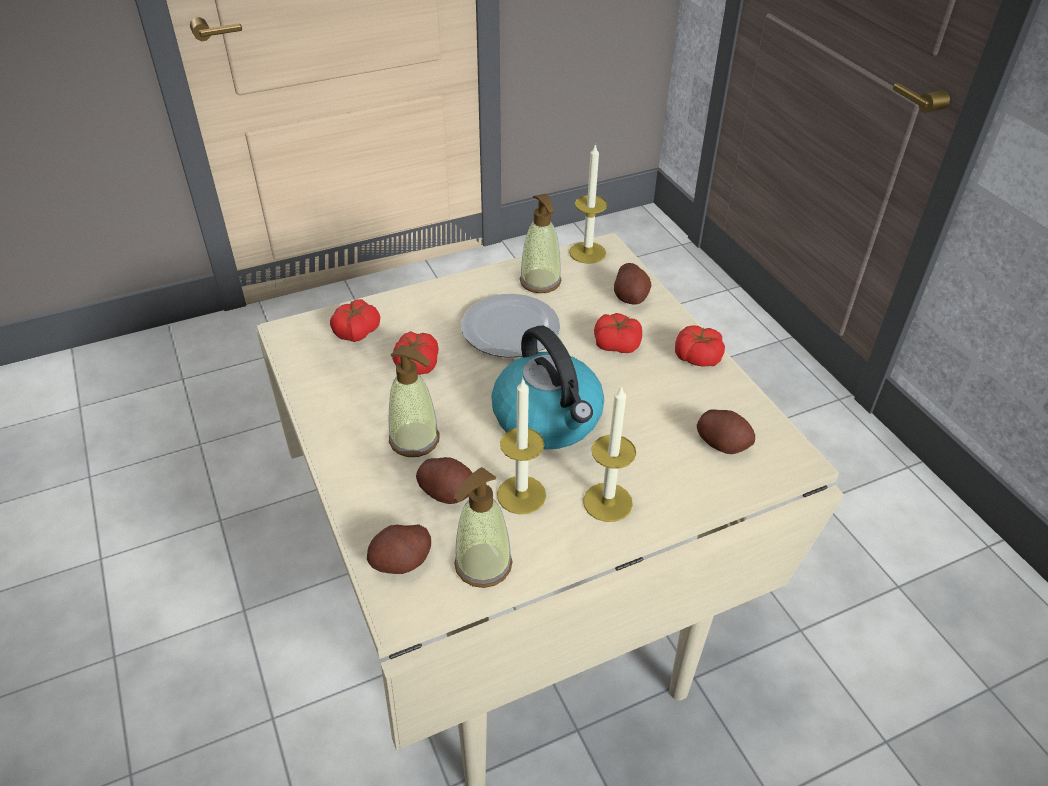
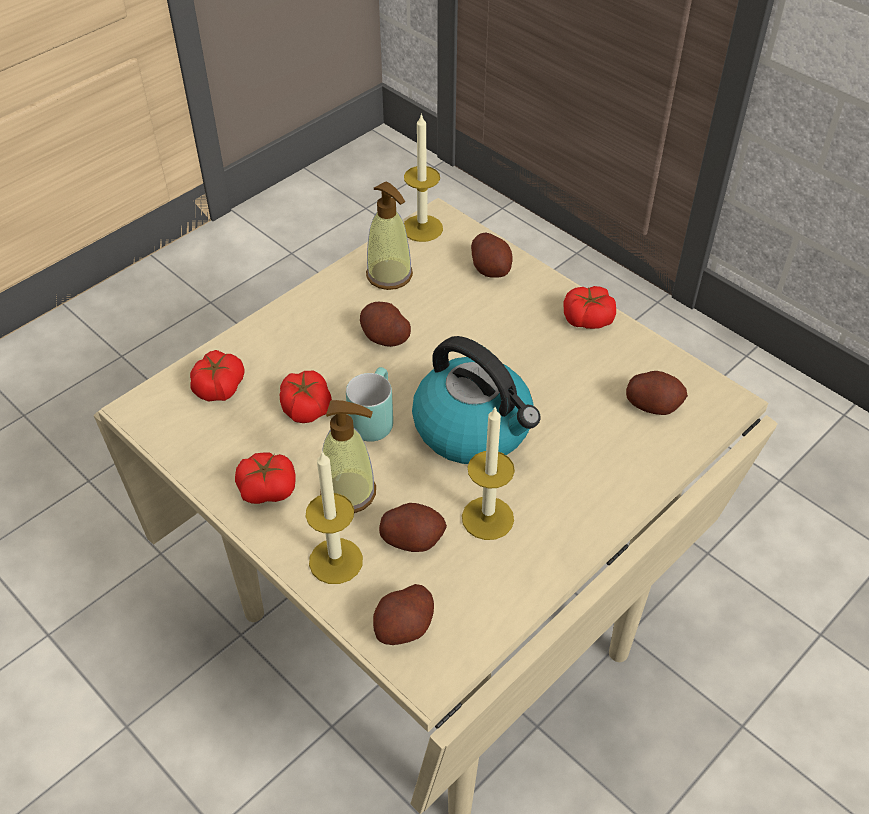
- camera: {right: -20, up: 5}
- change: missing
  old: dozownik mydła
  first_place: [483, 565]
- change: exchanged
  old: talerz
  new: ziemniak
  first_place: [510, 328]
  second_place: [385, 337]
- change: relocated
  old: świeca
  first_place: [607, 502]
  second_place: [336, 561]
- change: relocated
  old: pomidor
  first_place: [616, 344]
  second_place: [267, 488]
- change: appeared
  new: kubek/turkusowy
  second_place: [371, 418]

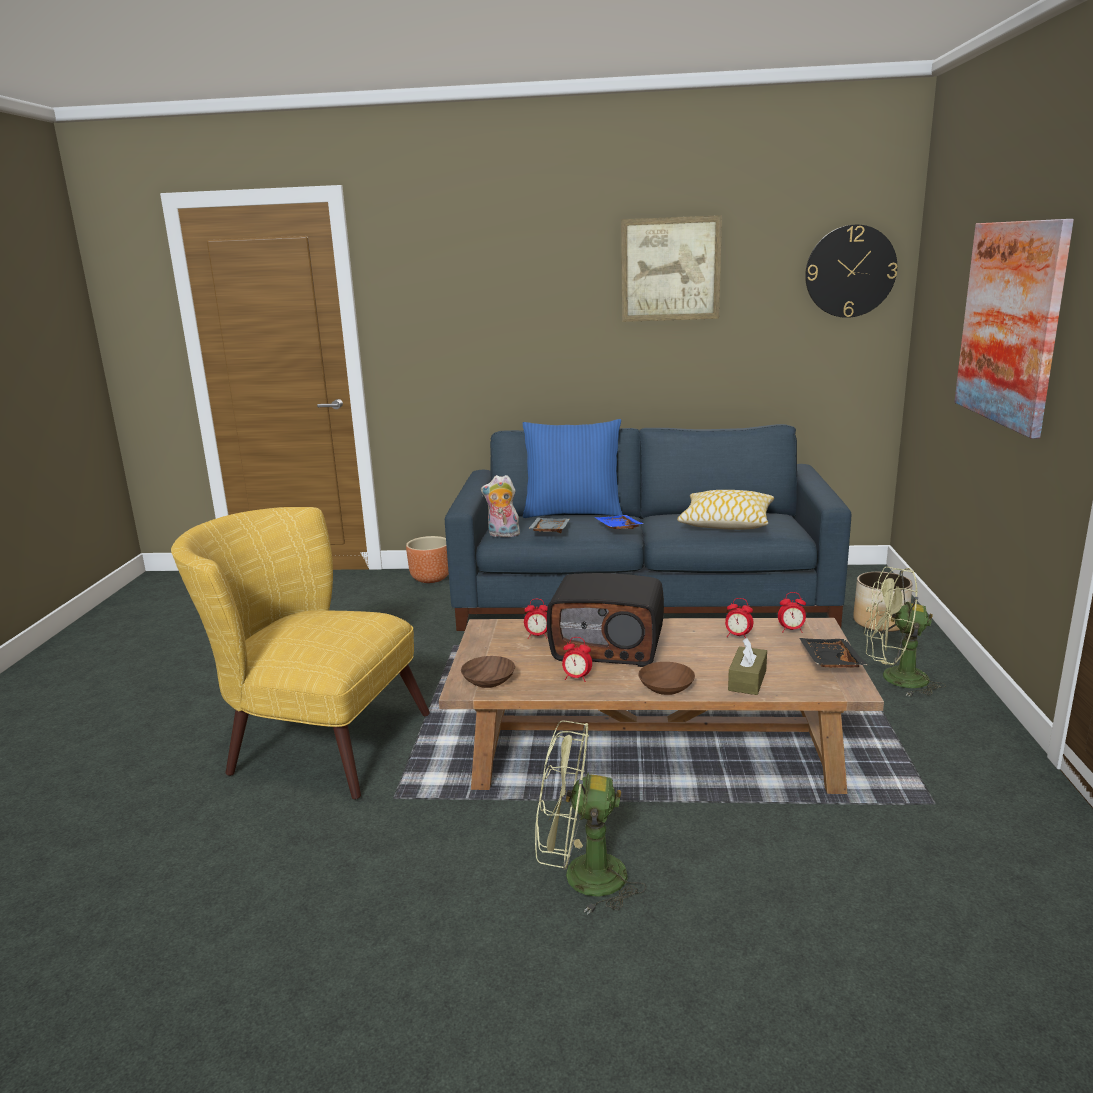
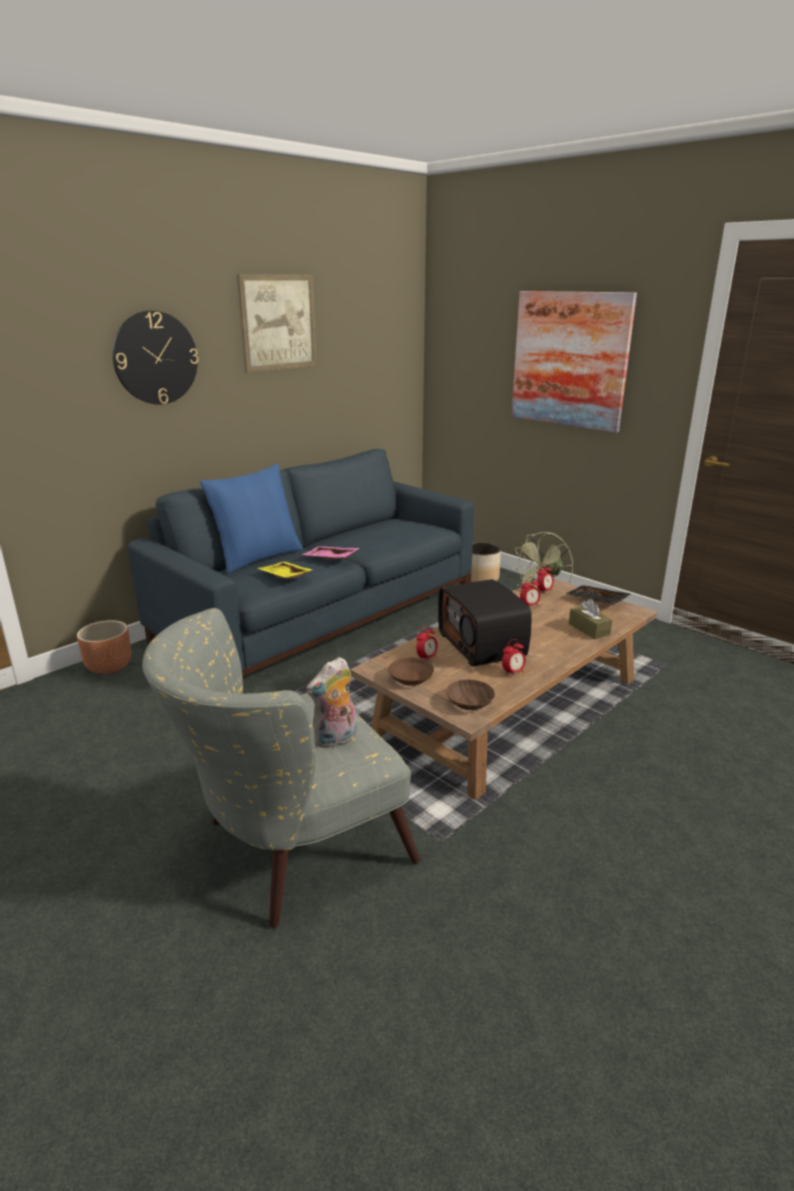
- camera: {right: -50, up: 5}
- change: colour
  old: fotel/żółty
  new: fotel/szary
  first_place: [313, 740]
  second_place: [289, 849]
- change: relocated
  old: pluszak
  first_place: [502, 535]
  second_place: [336, 740]
- change: colour
  old: taca/szary
  new: taca/żółty
  first_place: [548, 531]
  second_place: [284, 577]
- change: missing
  old: wentylator/zielony
  first_place: [581, 877]
- change: spun
  old: radio
  first_place: [608, 647]
  second_place: [483, 644]
  degrees: 105
- change: colour
  old: taca/niebieski
  new: taca/różowy
  first_place: [617, 529]
  second_place: [330, 559]
- change: relocated
  old: miska/brązowy
  first_place: [667, 687]
  second_place: [411, 678]
- change: missing
  old: poduszka
  first_place: [726, 522]
- change: relocated
  old: zegar ścienny
  first_place: [850, 271]
  second_place: [155, 358]

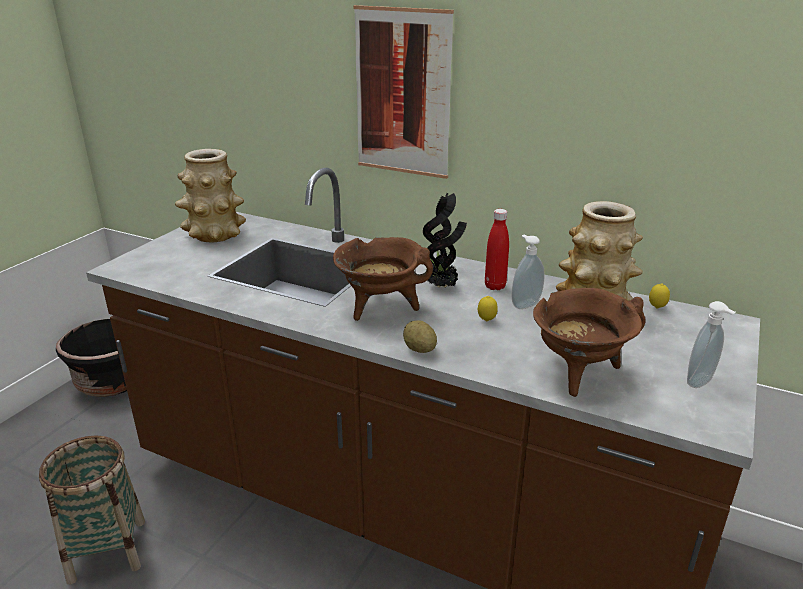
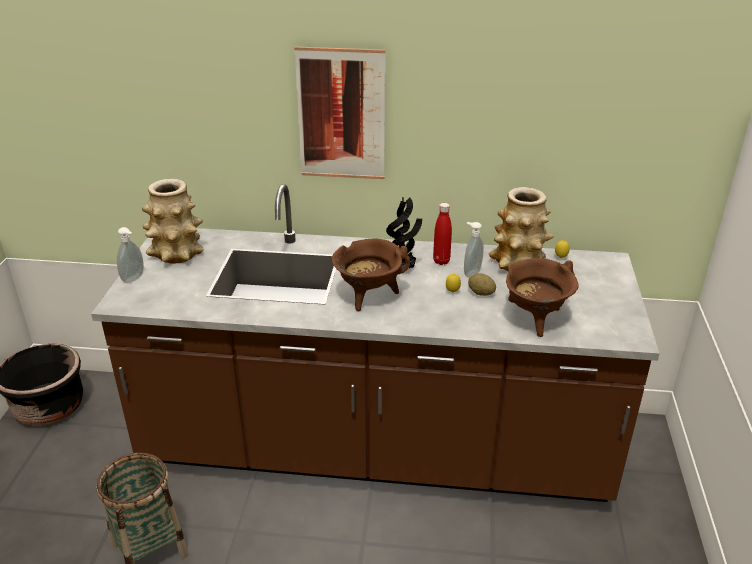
- camera: {right: -20, up: 5}
- change: relocated
  old: ziemniak
  first_place: [419, 349]
  second_place: [481, 293]
- change: relocated
  old: dozownik mydła
  first_place: [701, 382]
  second_place: [134, 279]

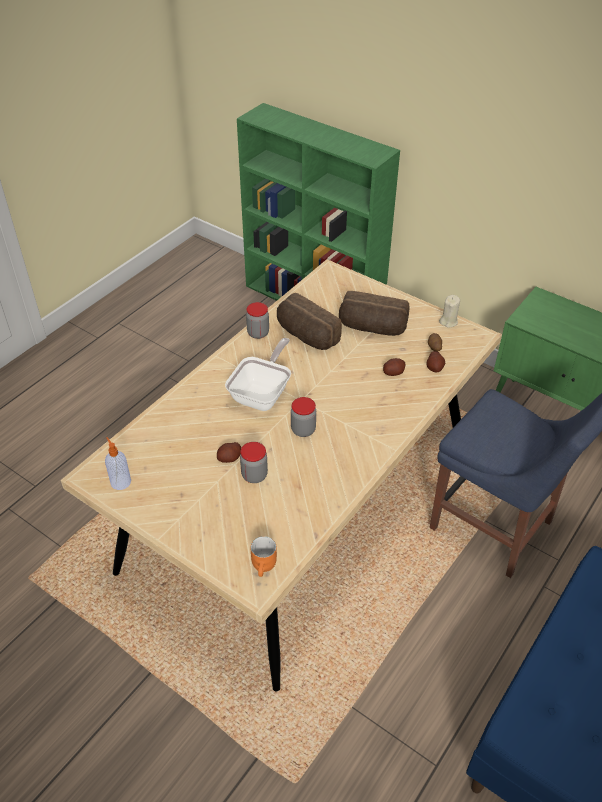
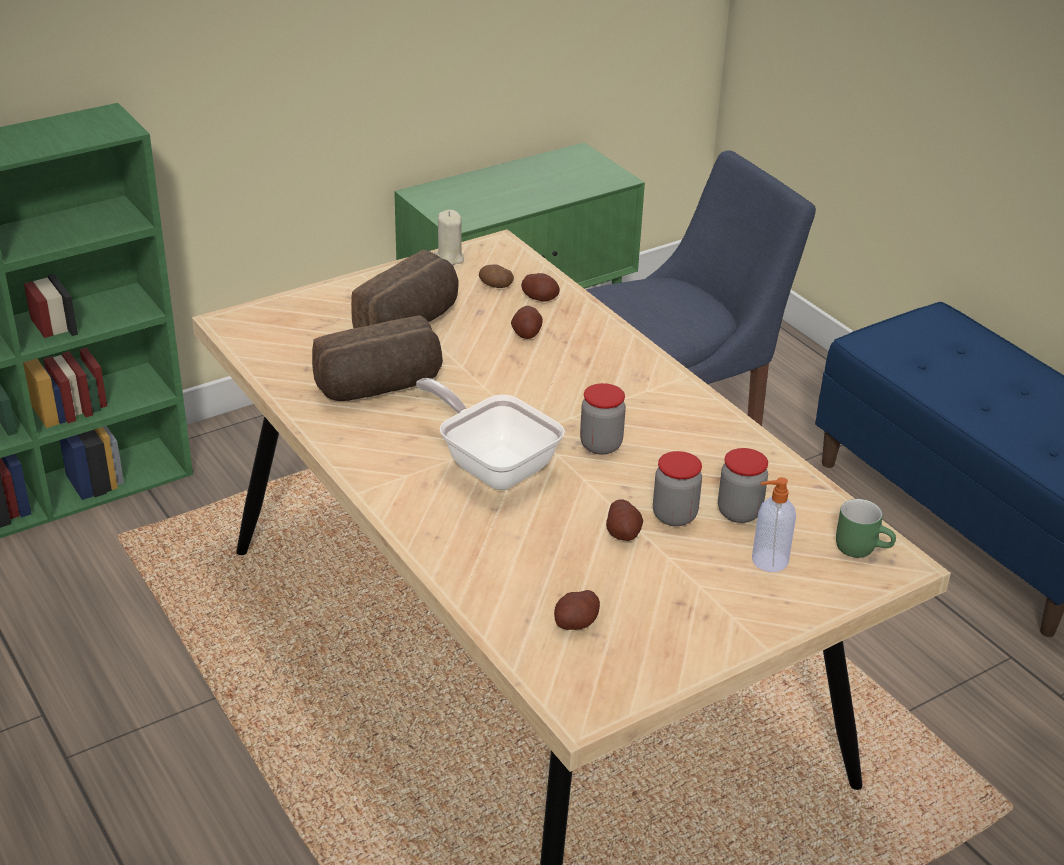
- camera: {right: -70, up: -10}
- change: relocated
  old: dozownik mydła
  first_place: [120, 481]
  second_place: [768, 561]
- change: relocated
  old: słoik
  first_place: [258, 333]
  second_place: [739, 512]
- change: colour
  old: kubek/pomarańczowy
  new: kubek/zielony
  first_place: [265, 566]
  second_place: [862, 547]
- change: appeared
  new: ziemniak
  second_place: [576, 623]

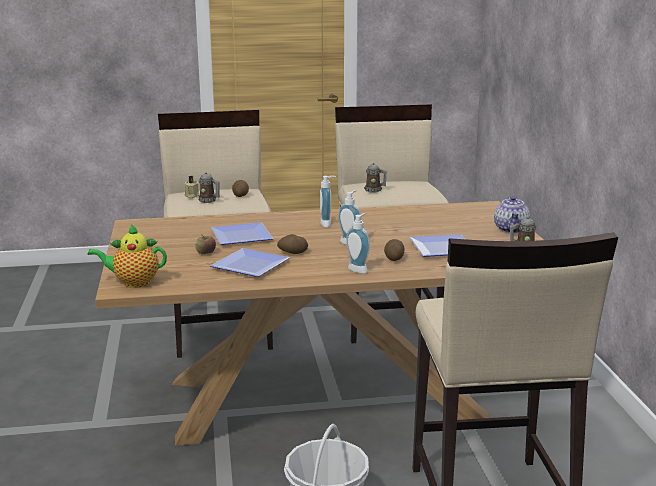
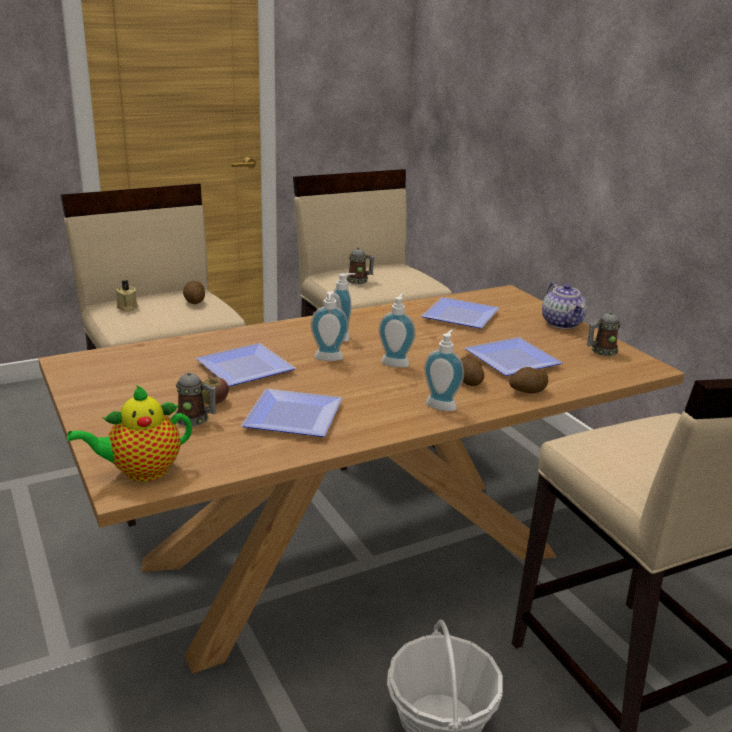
- camera: {right: -20, up: 5}
- change: relocated
  old: kubek
  first_place: [209, 201]
  second_place: [196, 420]
- change: relocated
  old: ziemniak
  first_place: [292, 253]
  second_place: [527, 392]
- change: appeared
  new: dozownik mydła
  second_place: [328, 359]
- change: appeared
  new: talerz
  second_place: [462, 317]

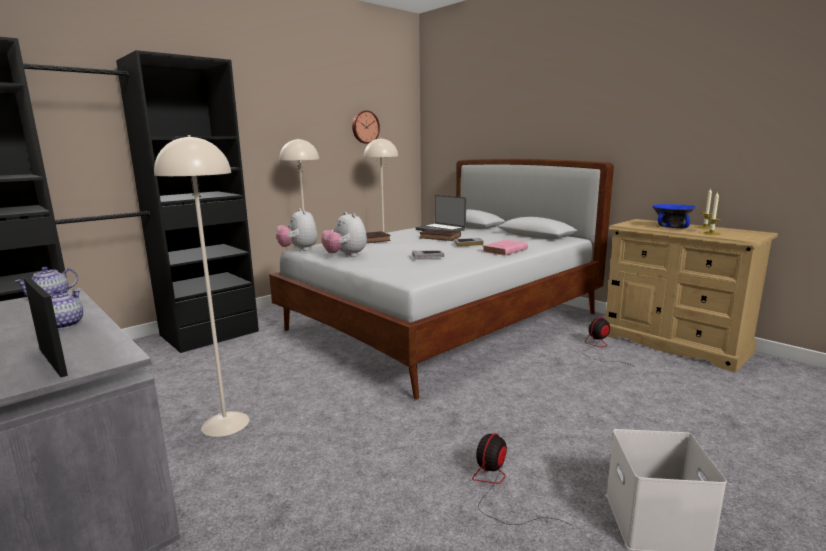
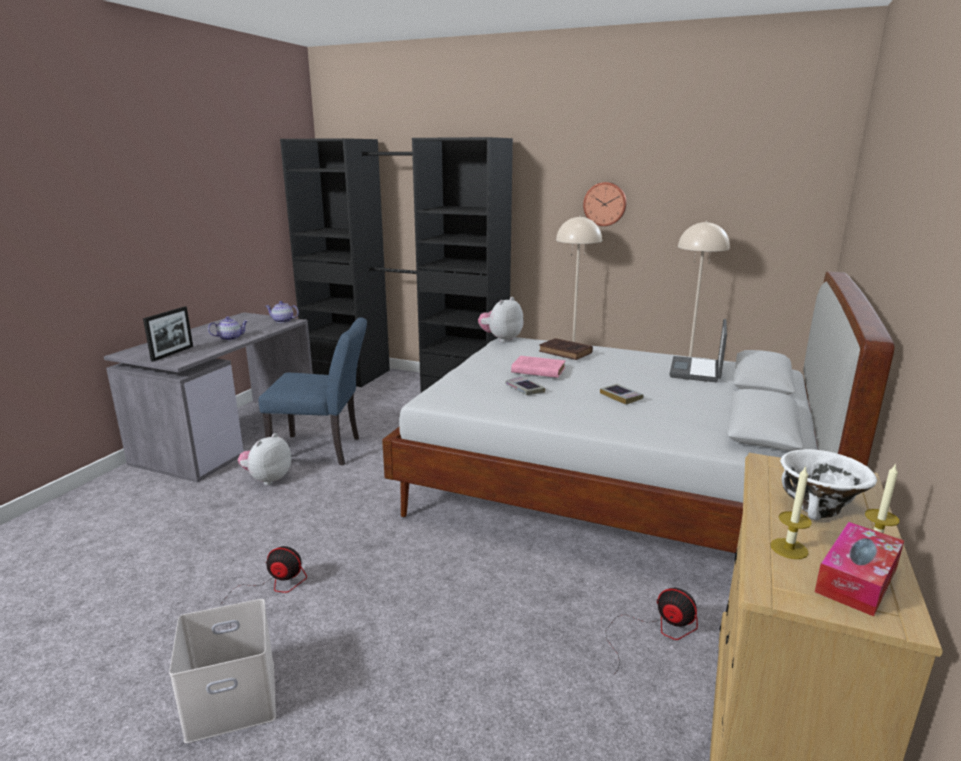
- camera: {right: 65, up: 5}
- change: exchanged
  old: lampa stojąca/beżowy
  new: krzesło/niebieski
  first_place: [226, 423]
  second_place: [323, 450]
- change: relocated
  old: pluszak
  first_place: [345, 256]
  second_place: [267, 479]
- change: relocated
  old: zegar ścienny
  first_place: [365, 127]
  second_place: [605, 204]
- change: missing
  old: książka/brązowy
  first_place: [441, 237]
- change: relocated
  old: książka/różowy
  first_place: [504, 251]
  second_place: [537, 370]
- change: colour
  old: miska/niebieski
  new: miska/biały
  first_place: [671, 227]
  second_place: [819, 507]
- change: appeared
  new: pudełko chusteczek
  second_place: [856, 579]

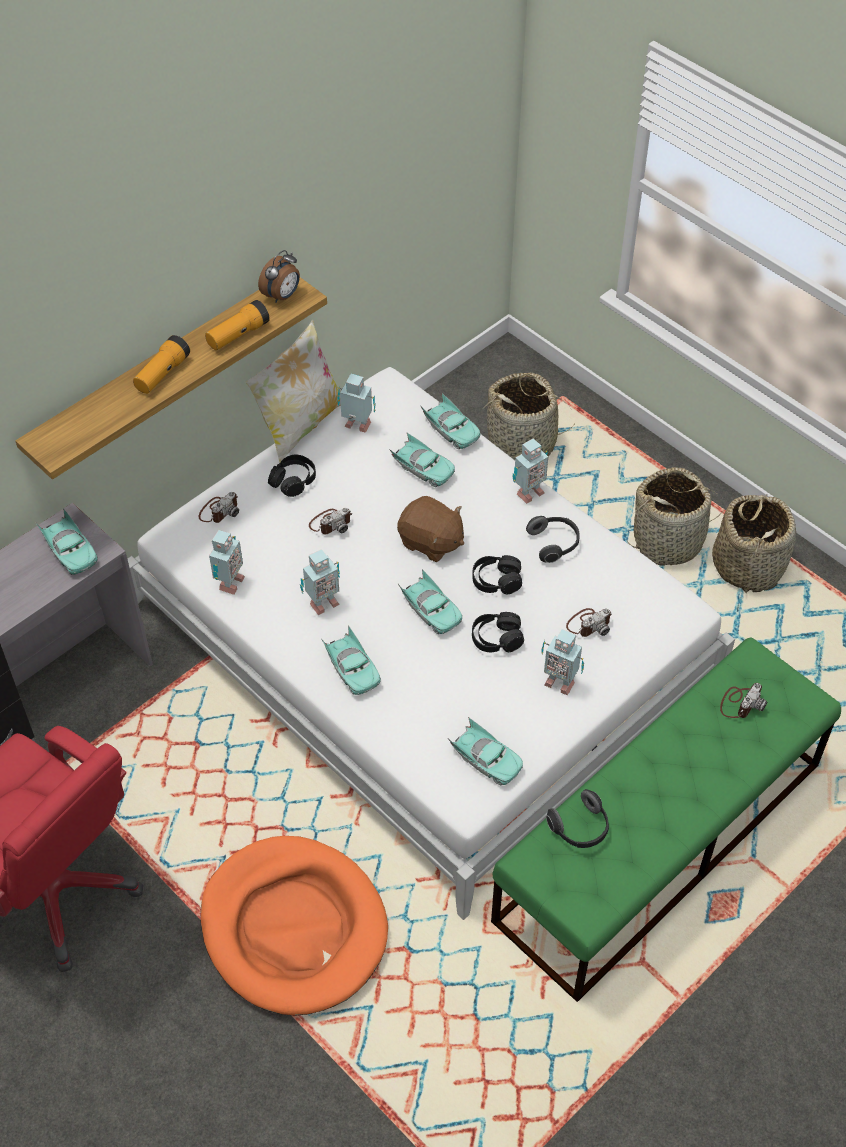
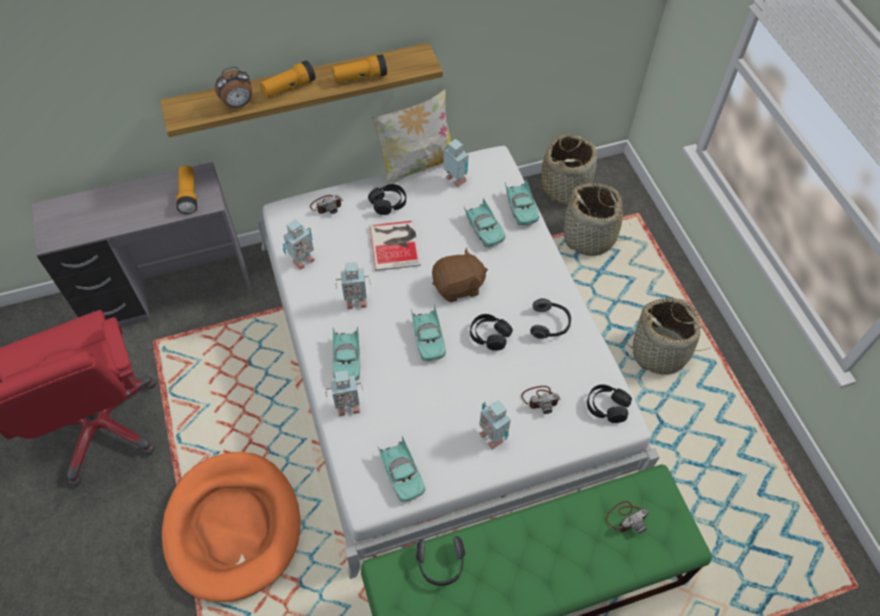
- camera: {right: 25, up: 5}
- change: exchanged
  old: samochodzik/turkusowy
  new: latarka
  first_place: [70, 551]
  second_place: [189, 195]
- change: relocated
  old: budzik
  first_place: [282, 296]
  second_place: [238, 104]
- change: exchanged
  old: aparat fotograficzny
  new: książka
  first_place: [330, 523]
  second_place: [396, 244]
- change: spun
  old: pluszak/brązowy
  first_place: [430, 542]
  second_place: [458, 286]
  degrees: -75
- change: relocated
  old: słuchawki/czarny
  first_place: [496, 638]
  second_place: [607, 406]
- change: relocated
  old: robot zabawkowy
  first_place: [528, 493]
  second_place: [347, 406]
- change: relocated
  old: koszyk
  first_place: [748, 565]
  second_place: [565, 187]

